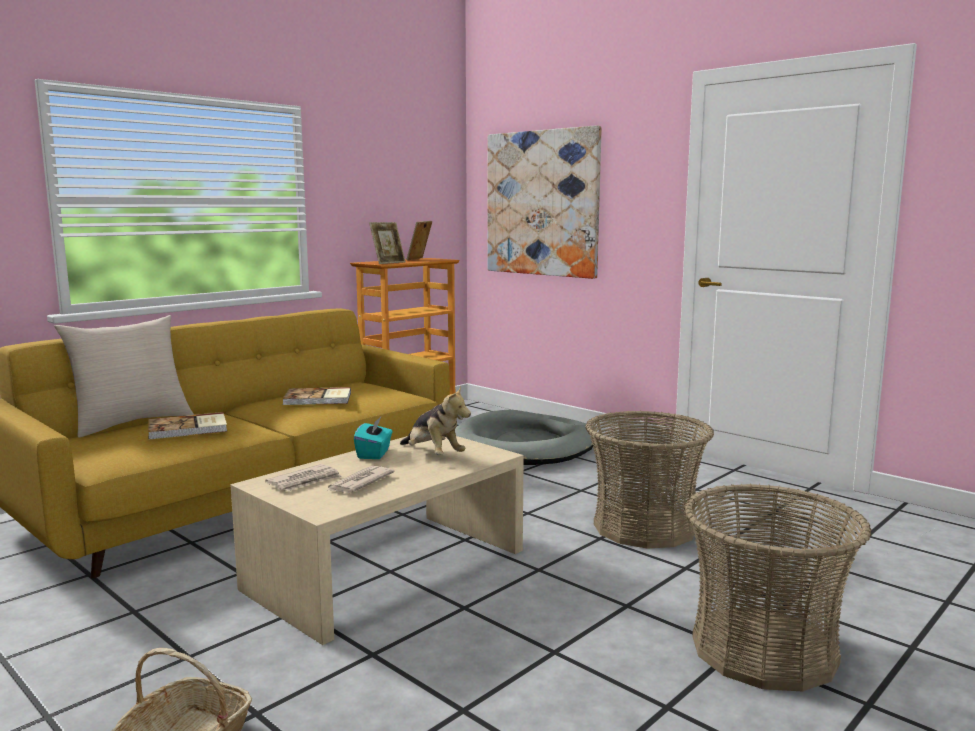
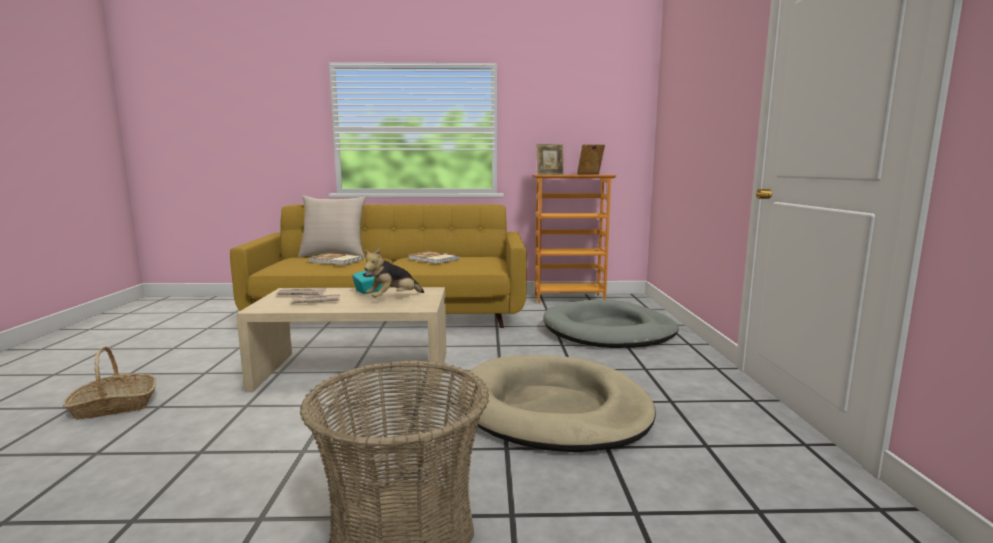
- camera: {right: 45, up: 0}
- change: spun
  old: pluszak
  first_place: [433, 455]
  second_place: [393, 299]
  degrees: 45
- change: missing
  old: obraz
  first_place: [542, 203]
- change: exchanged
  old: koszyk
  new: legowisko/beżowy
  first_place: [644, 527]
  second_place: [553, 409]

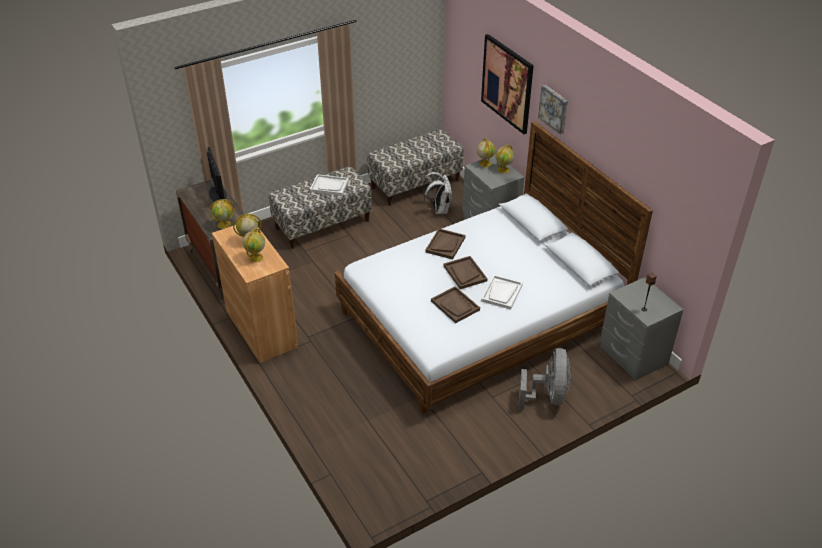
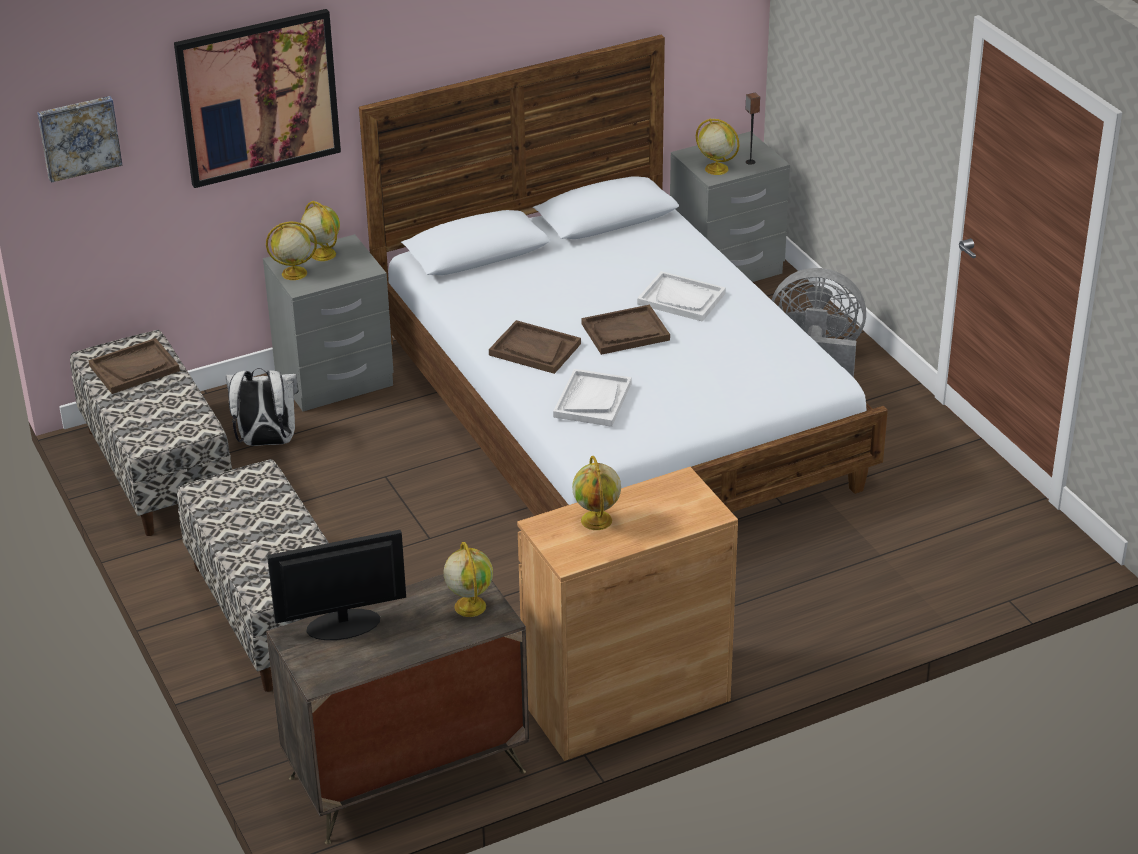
- camera: {right: -85, up: -5}
- change: relocated
  old: globus
  first_place: [256, 257]
  second_place: [715, 169]
- change: relocated
  old: taca/biały
  first_place: [329, 186]
  second_place: [592, 400]
- change: relocated
  old: taca/brązowy
  first_place: [455, 305]
  second_place: [134, 368]
- change: relocated
  old: obraz
  first_place: [554, 108]
  second_place: [79, 137]

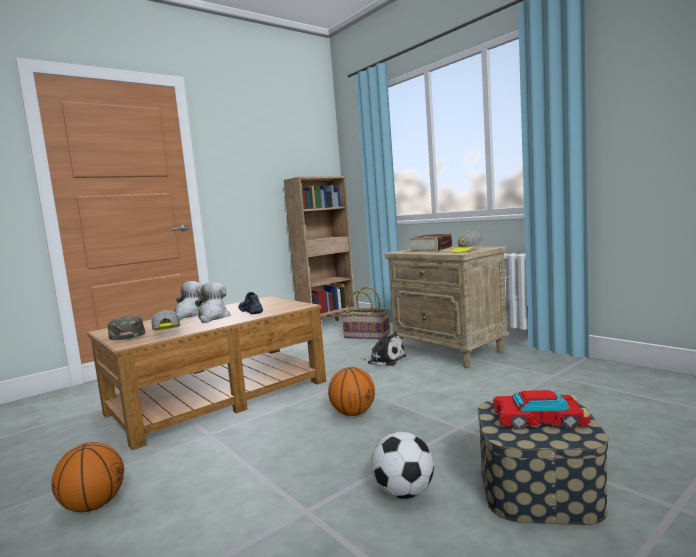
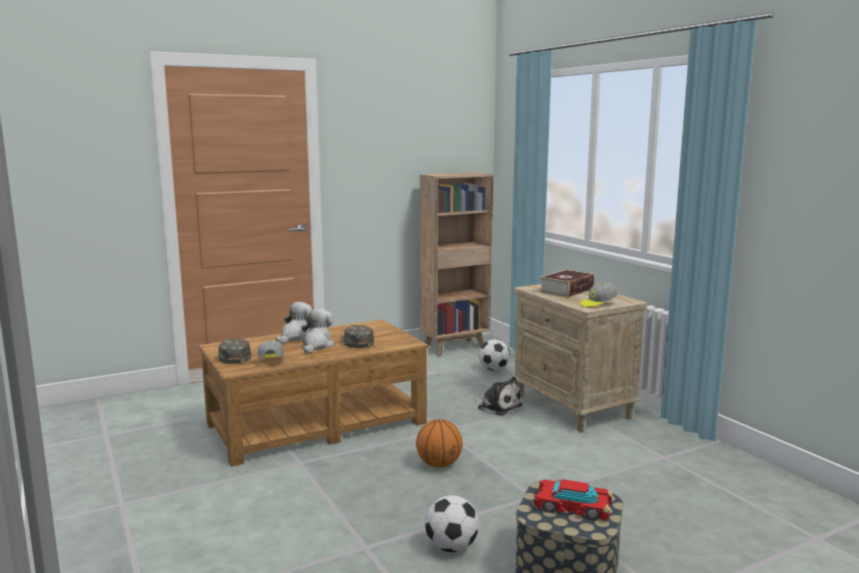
- camera: {right: 10, up: 5}
- change: missing
  old: piłka do koszykówki
  first_place: [94, 506]
- change: exchanged
  old: but
  new: czapka z daszkiem/zielony
  first_place: [251, 311]
  second_place: [356, 342]
- change: exchanged
  old: koszyk
  new: piłka futbolowa
  first_place: [367, 335]
  second_place: [494, 369]

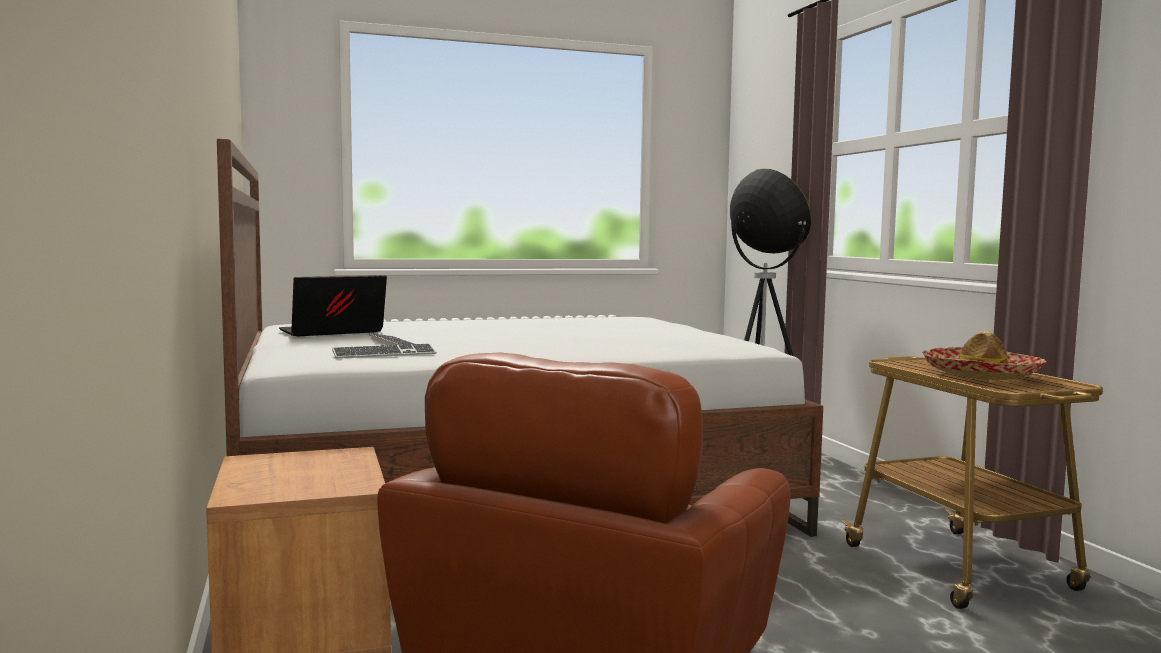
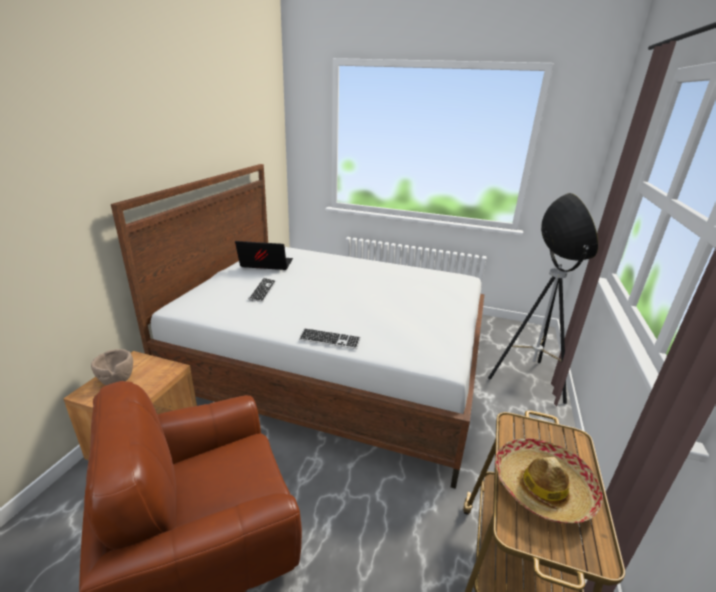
- camera: {right: 35, up: 20}
- change: relocated
  old: klawiatura
  first_place: [384, 354]
  second_place: [329, 340]
- change: appeared
  new: miska/brązowy
  second_place: [117, 378]

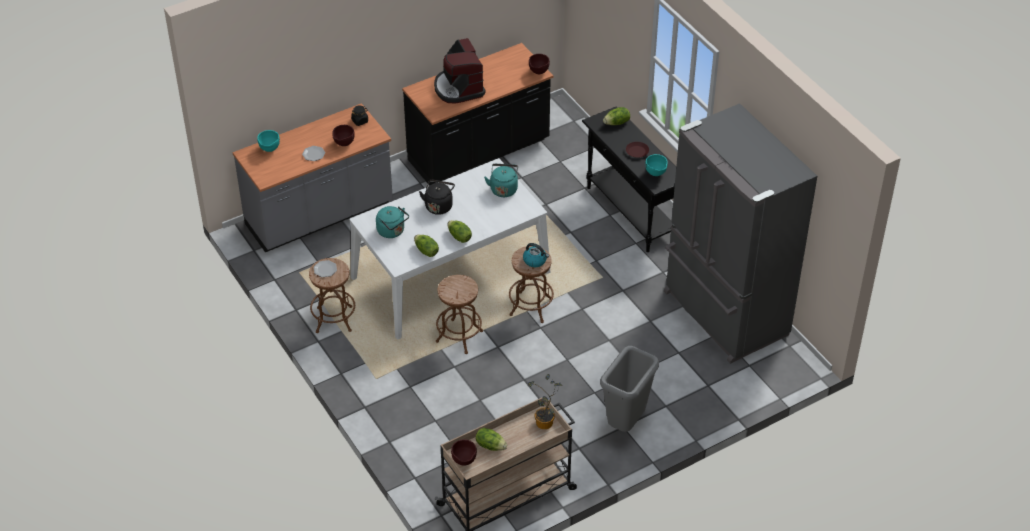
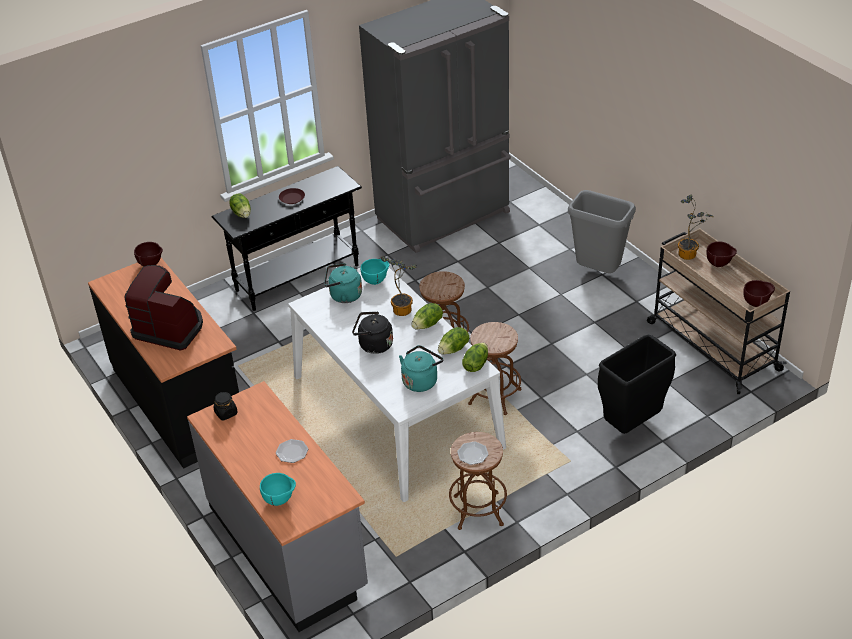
- camera: {right: -90, up: -5}
- change: relocated
  old: miska/brązowy
  first_place: [343, 144]
  second_place: [719, 265]
- change: spun
  old: ekspres do kawy
  first_place: [458, 88]
  second_place: [170, 328]
  degrees: -135
- change: relocated
  old: sałata
  first_place: [490, 445]
  second_place: [475, 364]
- change: missing
  old: czajnik
  first_place: [535, 260]
- change: relocated
  old: miska/turkusowy
  first_place: [656, 174]
  second_place: [376, 281]
- change: appeared
  new: roślina doniczkowa
  second_place: [402, 308]
- change: appeared
  new: kosz na śmieci/czarny
  second_place: [632, 425]

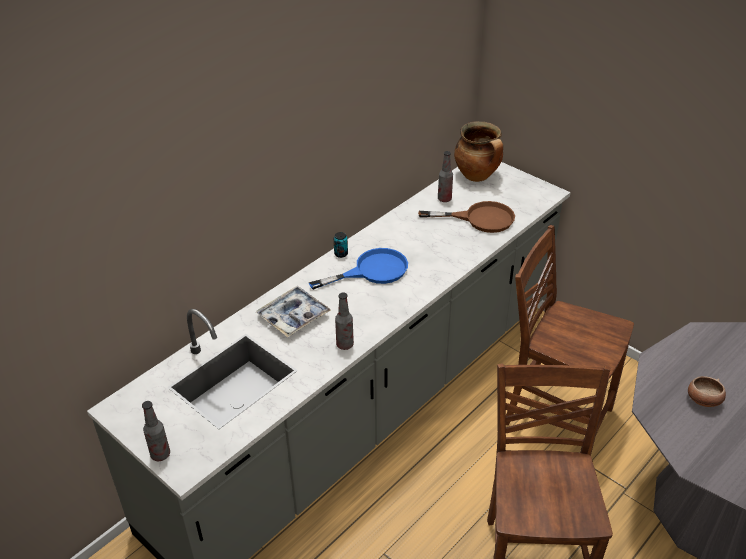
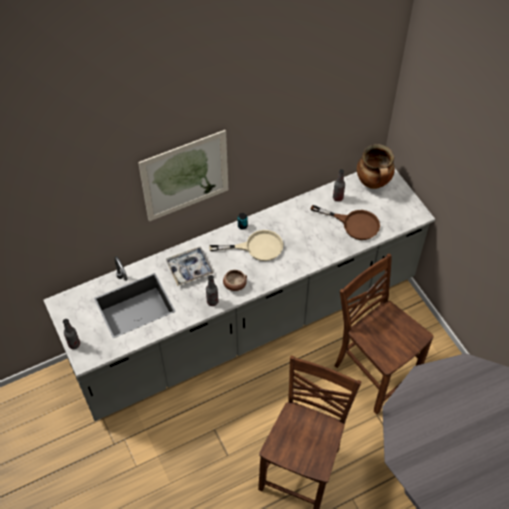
- camera: {right: 20, up: 15}
- change: colour
  old: patelnia/niebieski
  new: patelnia/beżowy
  first_place: [372, 271]
  second_place: [256, 247]
- change: relocated
  old: miska
  first_place: [703, 400]
  second_place: [234, 285]
- change: appeared
  new: obraz
  second_place: [185, 176]

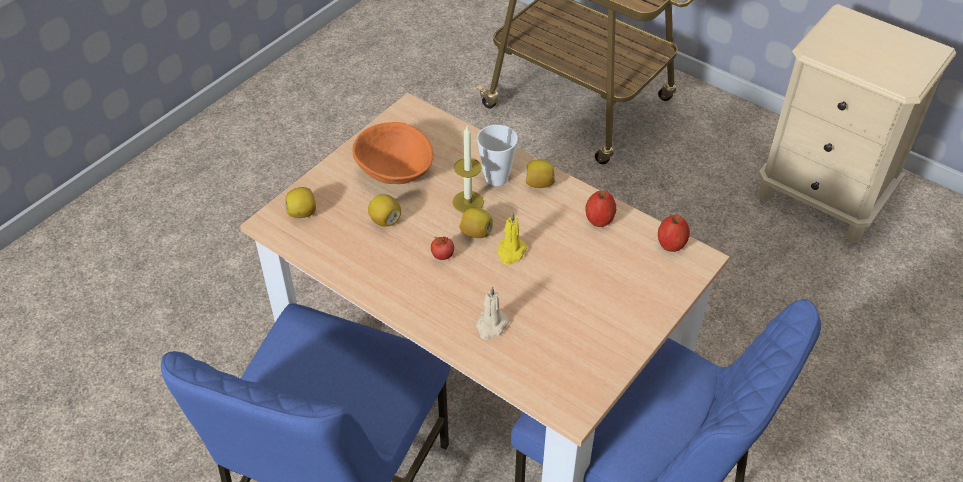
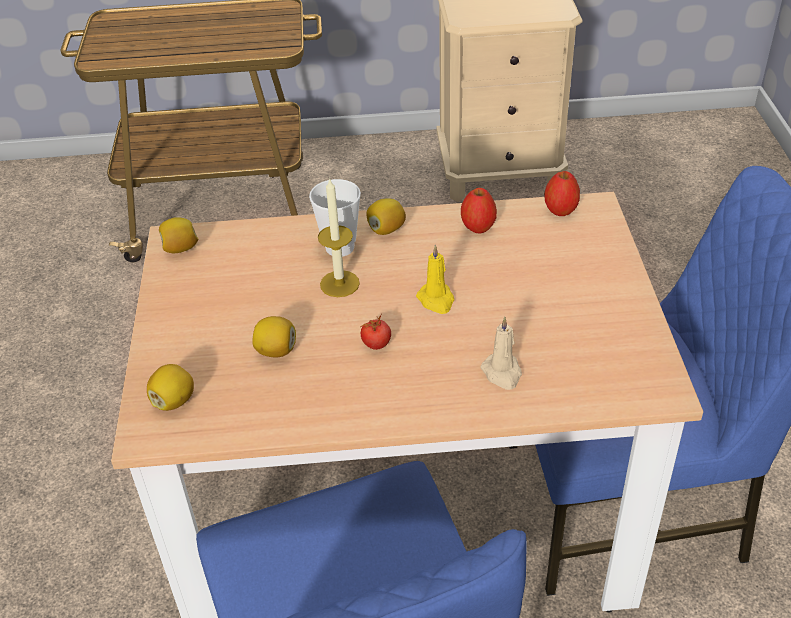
- camera: {right: -40, up: -5}
- change: missing
  old: miska/pomarańczowy
  first_place: [395, 172]
- change: relocated
  old: cytryna
  first_place: [476, 233]
  second_place: [180, 248]

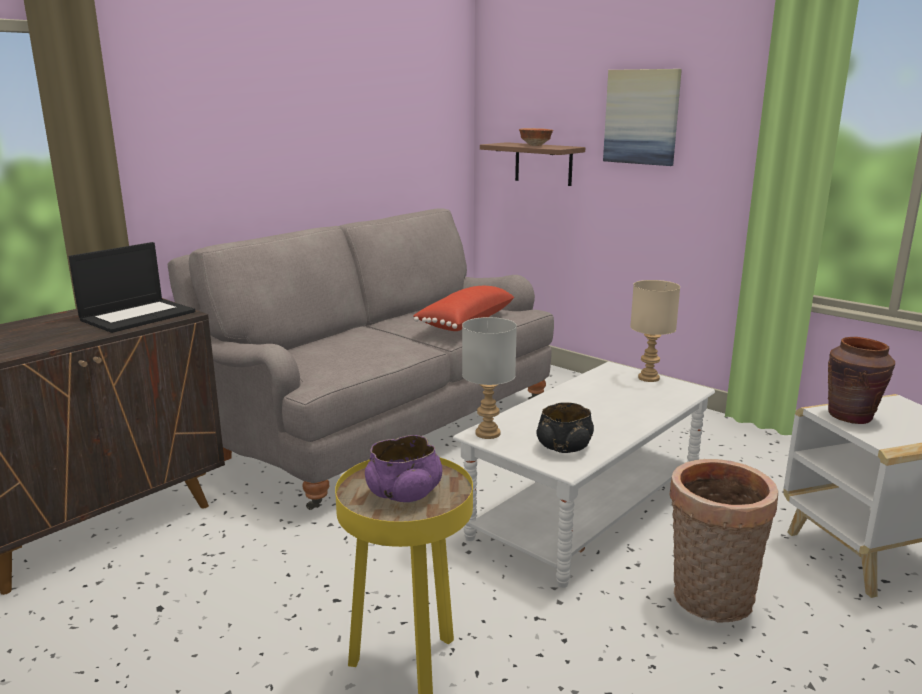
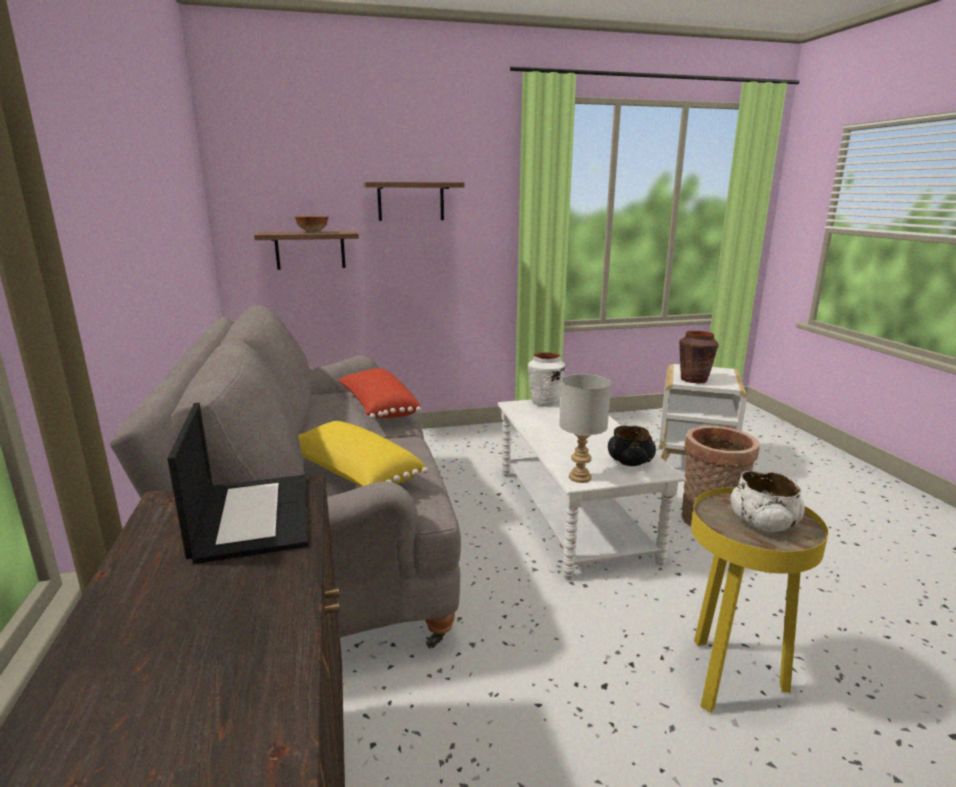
- camera: {right: -55, up: 0}
- change: colour
  old: miska/fioletowy
  new: miska/biały
  first_place: [404, 493]
  second_place: [763, 523]
- change: exchanged
  old: obraz
  new: półka
  first_place: [642, 117]
  second_place: [411, 201]
- change: exchanged
  old: lampa stołowa/beżowy
  new: wazon/biały
  first_place: [648, 378]
  second_place: [545, 403]
- change: appeared
  new: poduszka/żółty
  second_place: [352, 474]

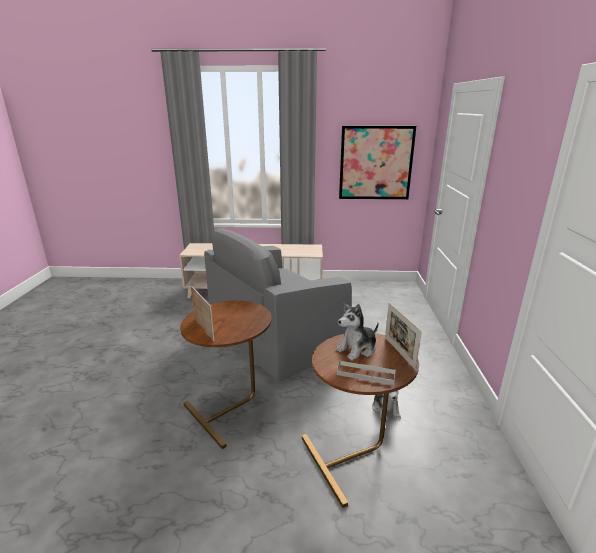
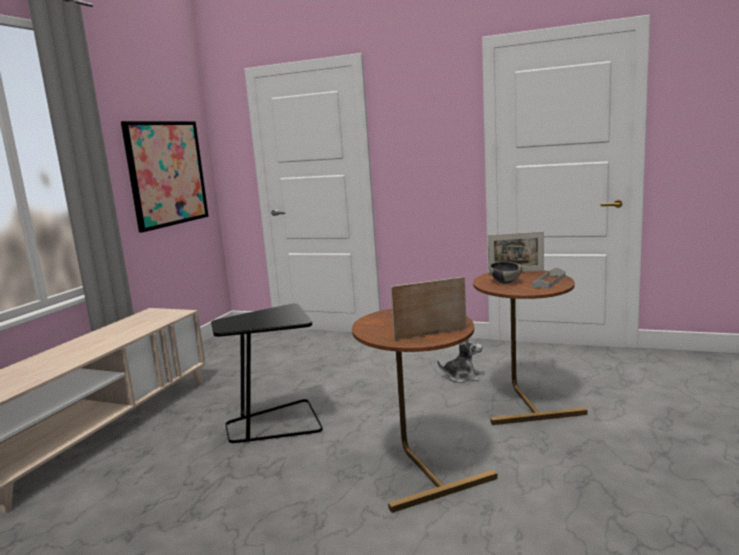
- camera: {right: -70, up: -10}
- change: exchanged
  old: fotel/szary
  new: stolik/czarny
  first_place: [276, 338]
  second_place: [275, 424]
- change: exchanged
  old: pluszak
  new: miska
  first_place: [357, 349]
  second_place: [505, 282]

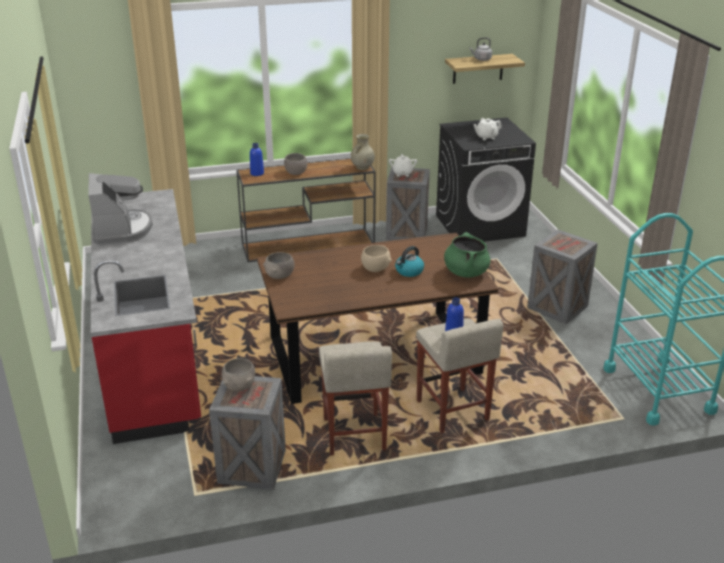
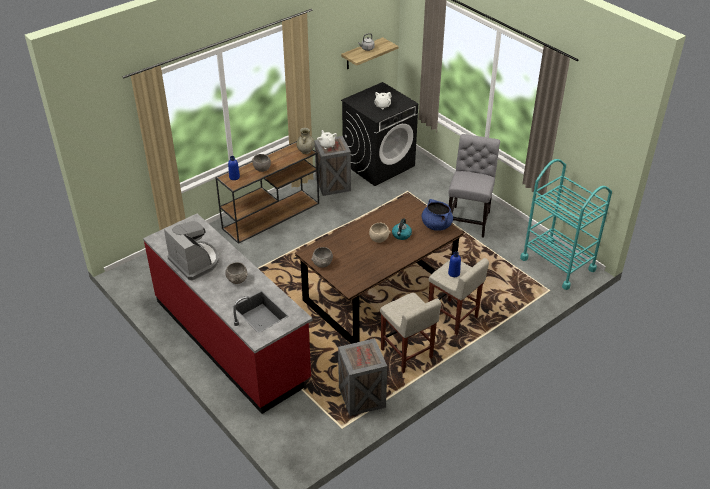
- camera: {right: -25, up: 10}
- change: relocated
  old: miska/szary
  first_place: [239, 385]
  second_place: [237, 279]
- change: colour
  old: garnek/zielony
  new: garnek/niebieski
  first_place: [466, 272]
  second_place: [436, 225]
- change: exchanged
  old: skrzynka
  new: krzesło/szary
  first_place: [558, 307]
  second_place: [469, 220]

